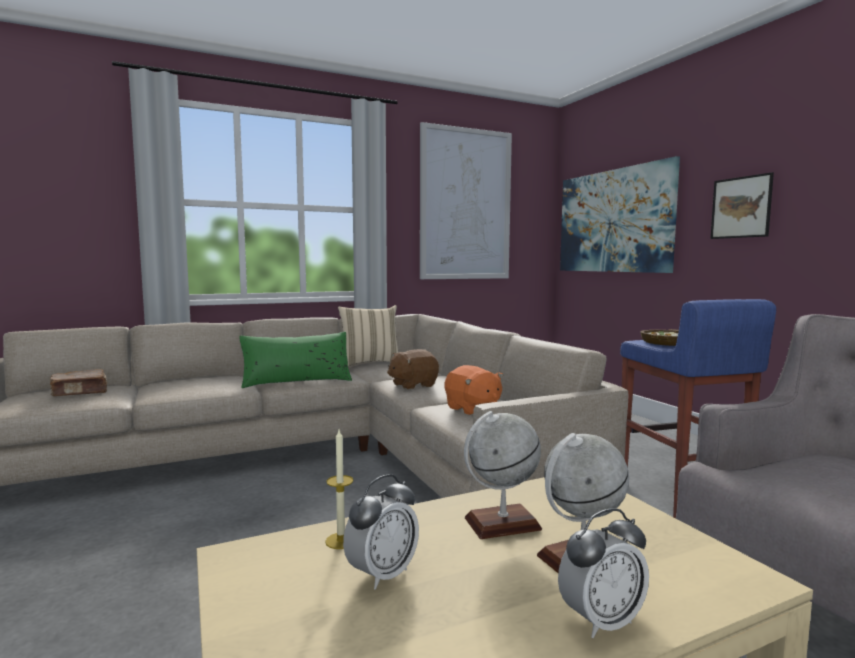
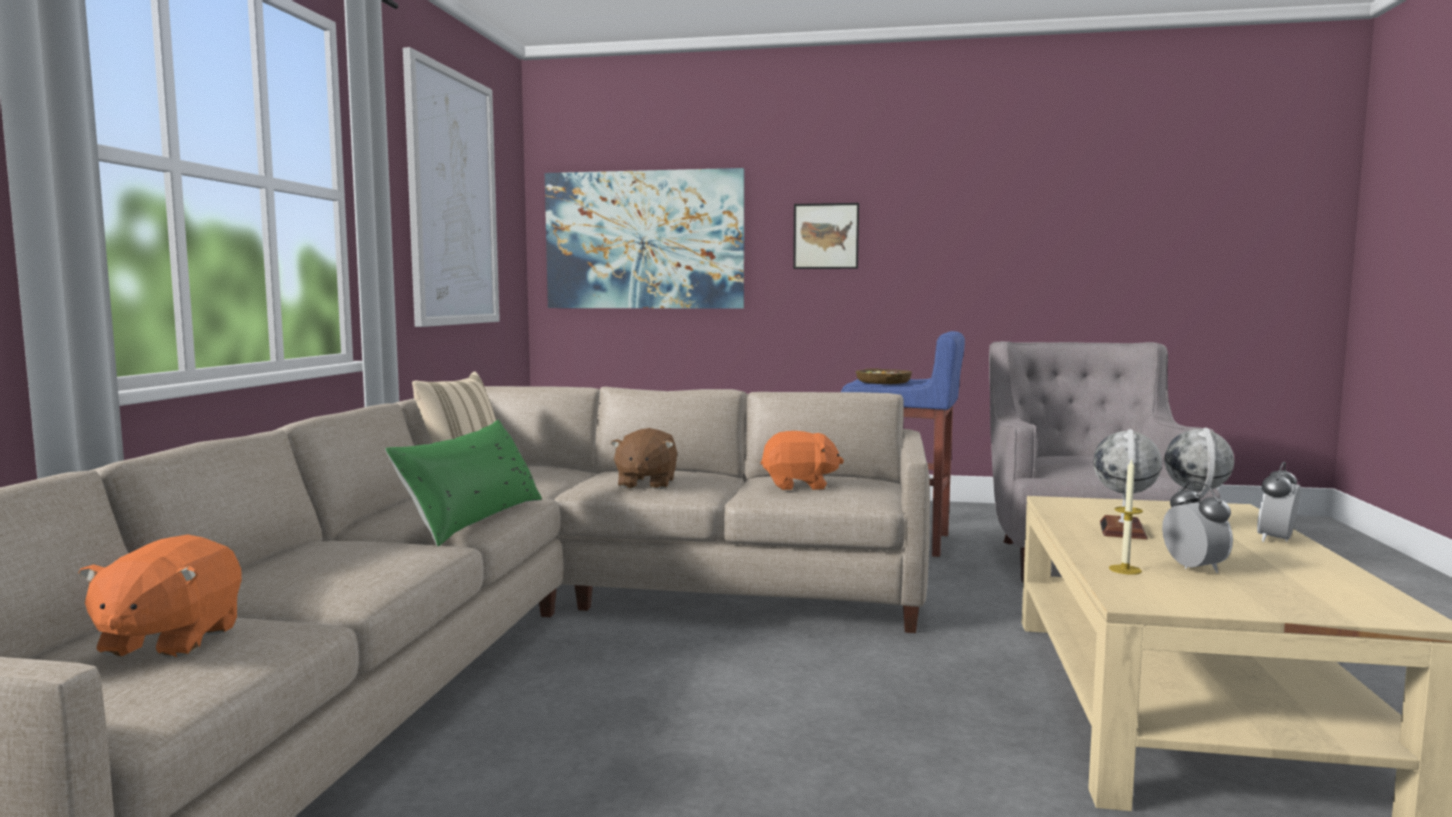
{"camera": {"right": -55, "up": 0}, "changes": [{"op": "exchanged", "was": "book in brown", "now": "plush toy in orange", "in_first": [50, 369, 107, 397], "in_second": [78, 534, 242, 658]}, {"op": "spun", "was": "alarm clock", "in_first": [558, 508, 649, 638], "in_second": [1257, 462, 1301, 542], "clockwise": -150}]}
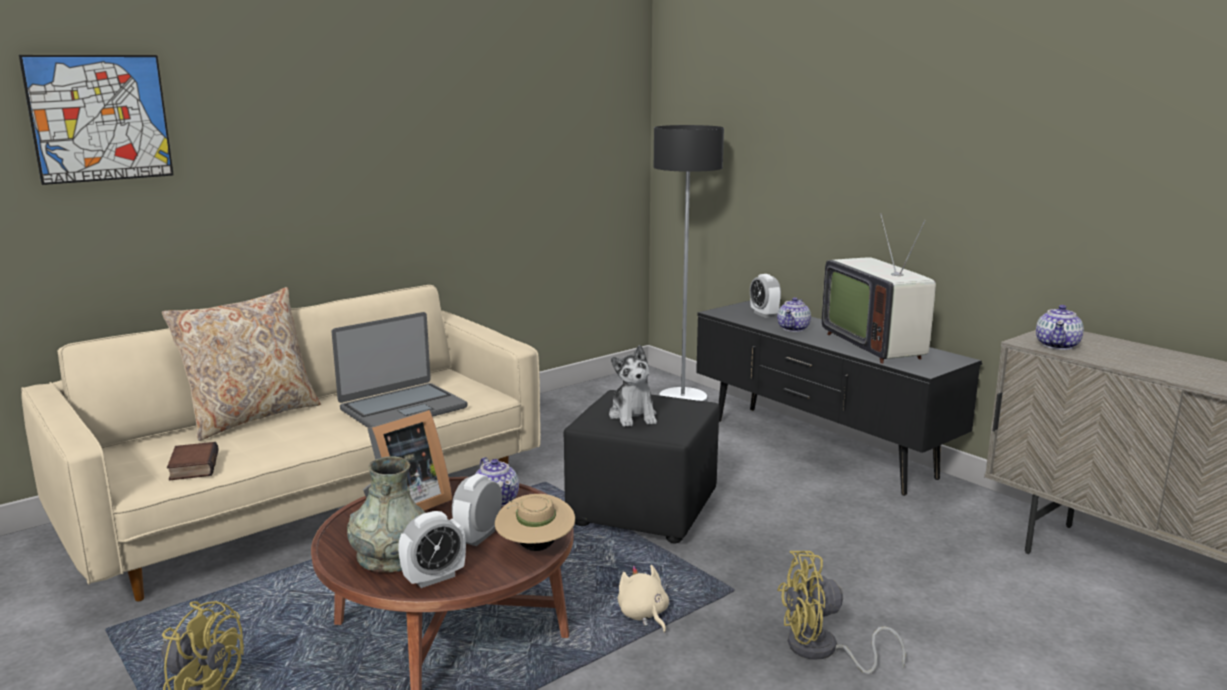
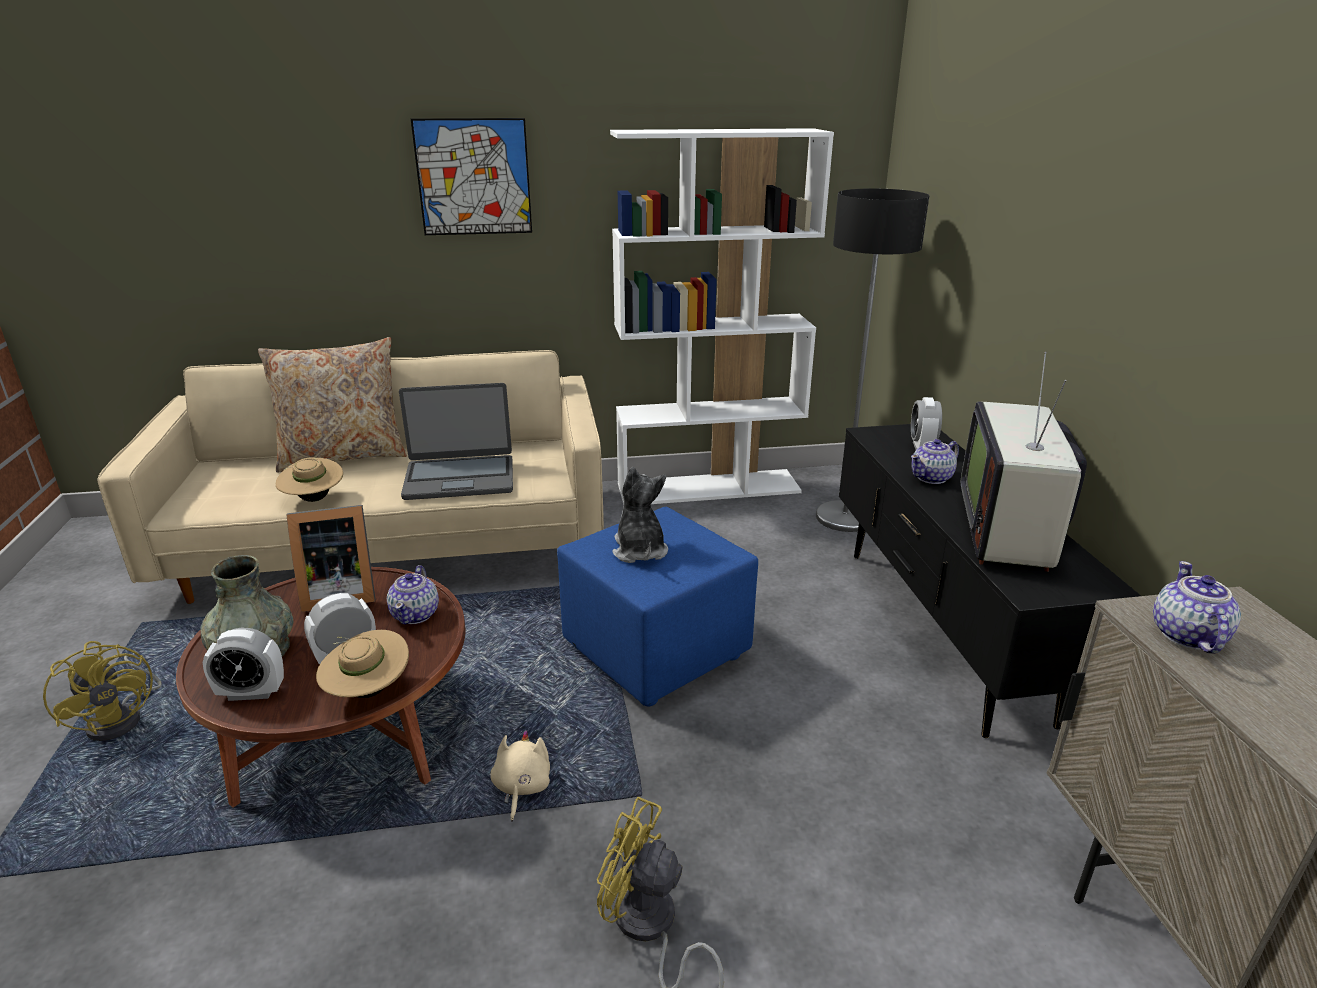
{"camera": {"right": 30, "up": 10}, "changes": [{"op": "appeared", "now": "hat in beige", "in_second": [276, 457, 343, 502]}, {"op": "relocated", "was": "picture", "in_first": [19, 55, 174, 185], "in_second": [411, 118, 532, 235]}, {"op": "colour", "was": "ottoman in black", "now": "ottoman in blue", "in_first": [563, 390, 719, 543], "in_second": [557, 507, 758, 706]}, {"op": "appeared", "now": "bookcase in white", "in_second": [610, 128, 834, 505]}, {"op": "spun", "was": "plush toy", "in_first": [609, 345, 657, 427], "in_second": [612, 467, 668, 563], "clockwise": 150}, {"op": "spun", "was": "teapot", "in_first": [1036, 305, 1084, 350], "in_second": [1153, 561, 1241, 654], "clockwise": 135}, {"op": "missing", "was": "book", "in_first": [167, 442, 219, 480]}]}
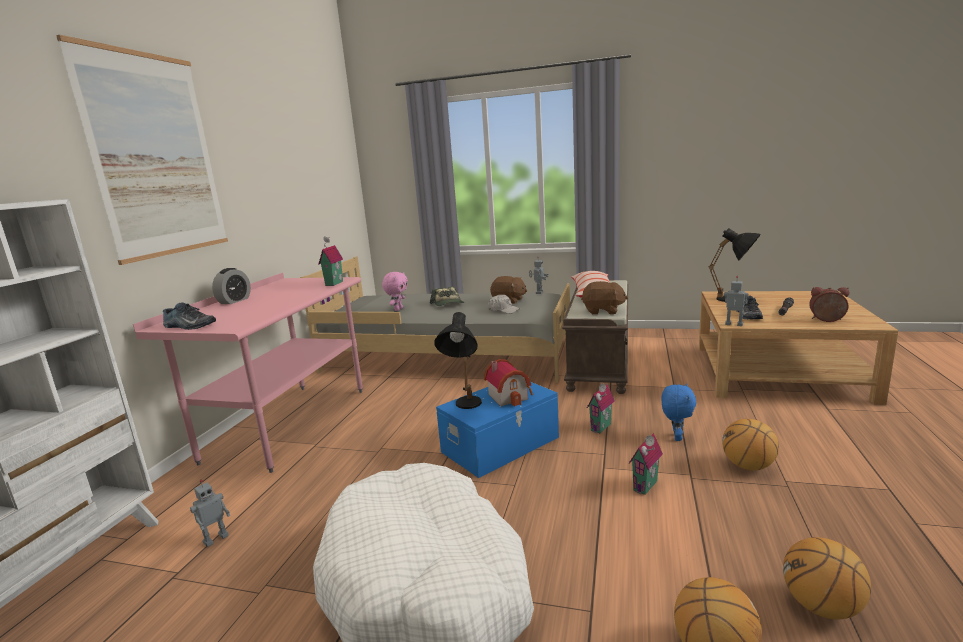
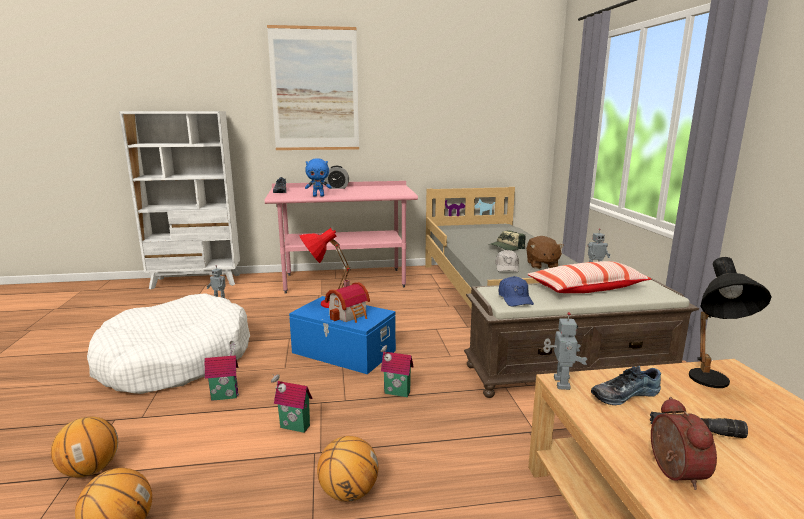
{"camera": {"right": 65, "up": 0}, "changes": [{"op": "relocated", "was": "toy house", "in_first": [318, 236, 343, 286], "in_second": [204, 341, 239, 401]}, {"op": "colour", "was": "table lamp in black", "now": "table lamp in red", "in_first": [435, 312, 482, 409], "in_second": [299, 228, 350, 308]}, {"op": "relocated", "was": "plush toy in blue", "in_first": [661, 383, 697, 441], "in_second": [305, 158, 331, 197]}, {"op": "exchanged", "was": "plush toy in brown", "now": "cap in blue", "in_first": [581, 281, 628, 314], "in_second": [499, 276, 534, 306]}, {"op": "missing", "was": "plush toy in pink", "in_first": [382, 272, 408, 311]}]}
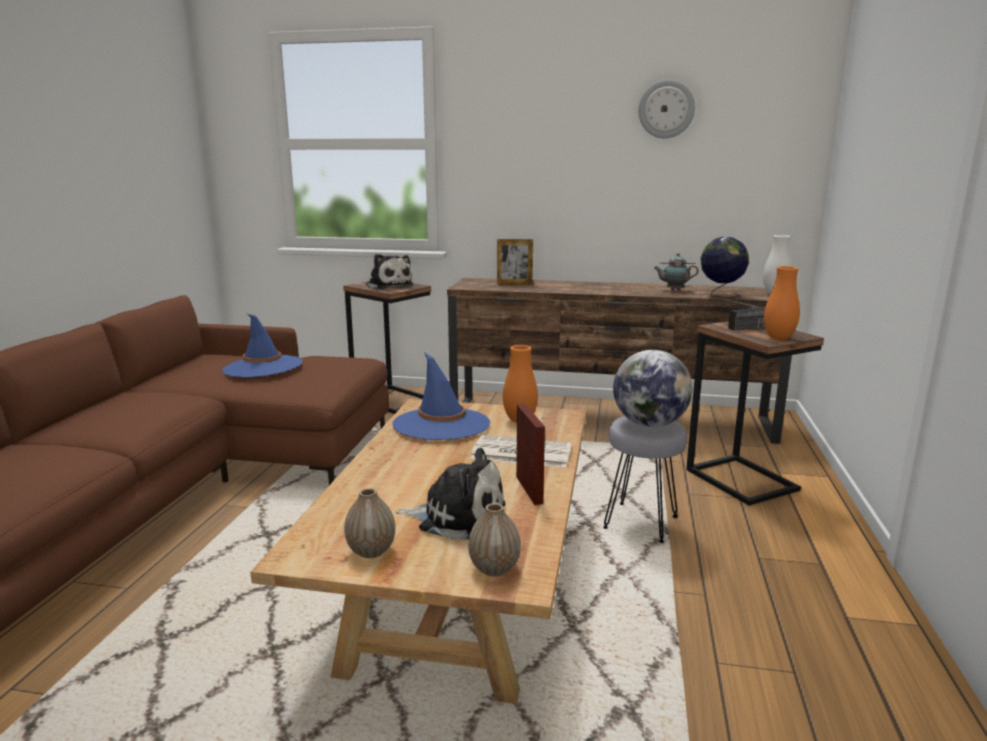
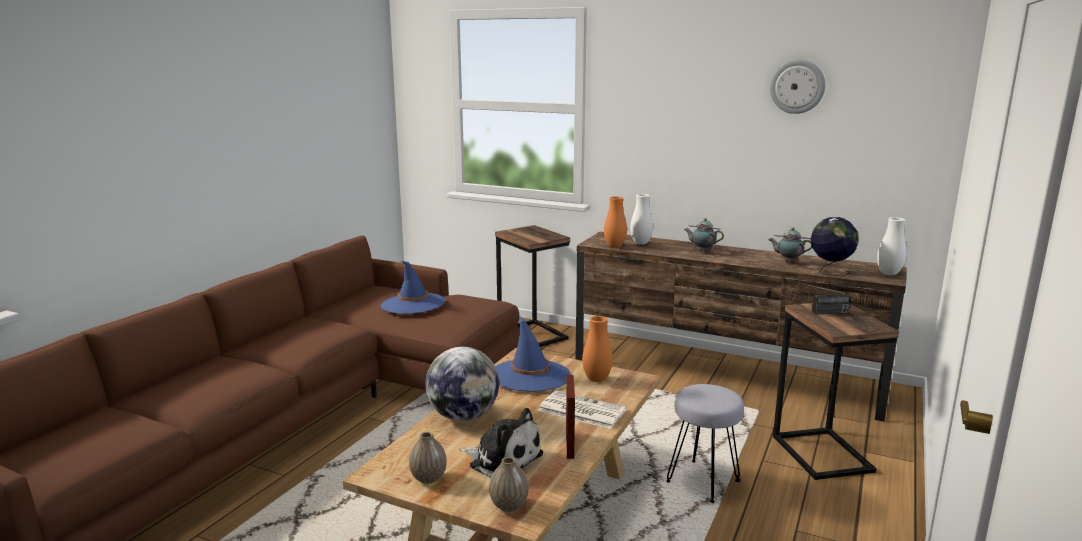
{"camera": {"right": 15, "up": 0}, "changes": [{"op": "relocated", "was": "globe", "in_first": [613, 350, 693, 427], "in_second": [425, 347, 499, 421]}, {"op": "relocated", "was": "vase in orange", "in_first": [764, 266, 800, 340], "in_second": [604, 196, 627, 248]}, {"op": "exchanged", "was": "picture frame", "now": "vase in white", "in_first": [497, 239, 533, 285], "in_second": [630, 194, 653, 245]}, {"op": "appeared", "now": "teapot", "in_second": [684, 218, 724, 252]}, {"op": "missing", "was": "plush toy", "in_first": [366, 254, 413, 289]}]}
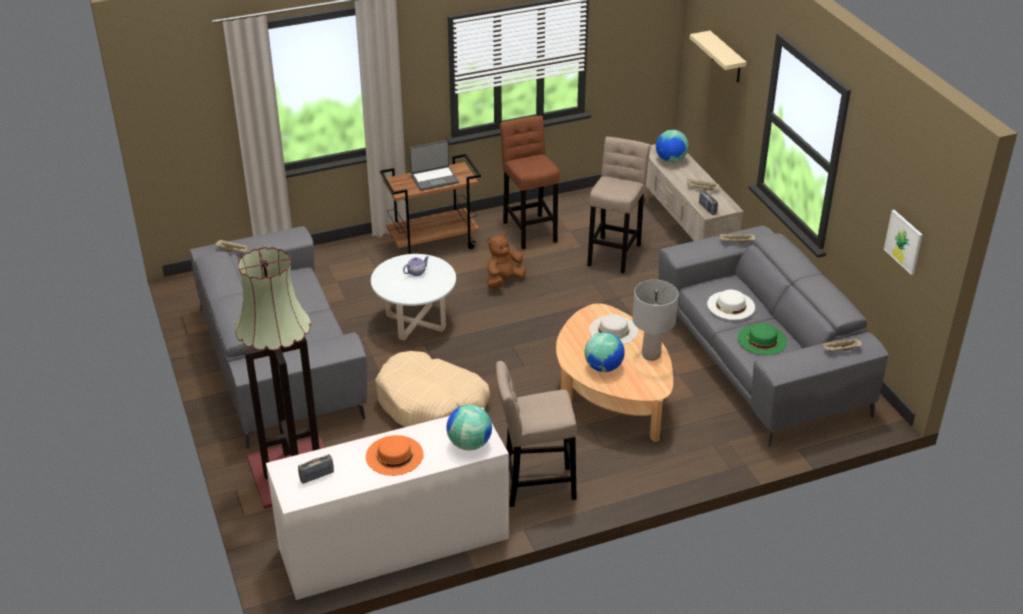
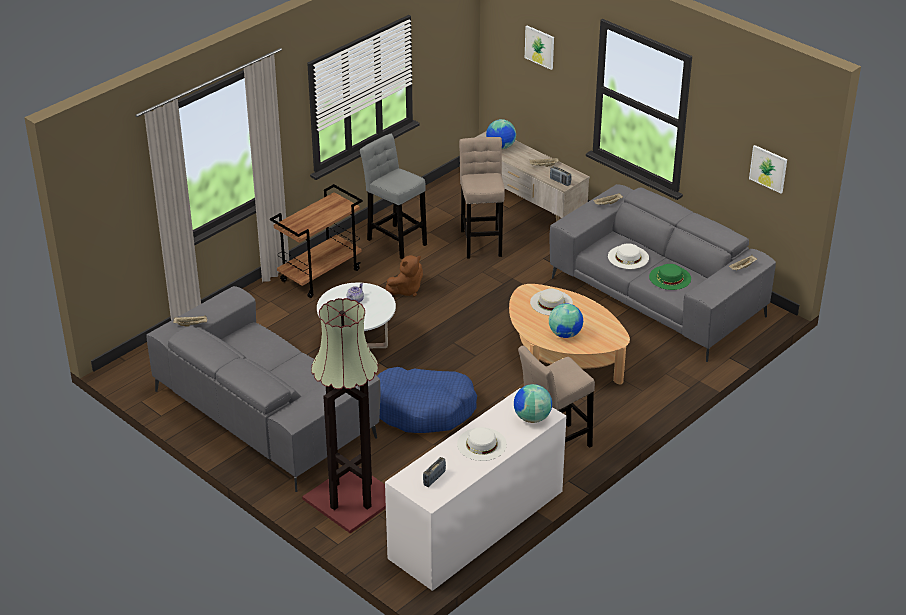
{"camera": {"right": -25, "up": 0}, "changes": [{"op": "colour", "was": "stool in brown", "now": "stool in grey", "in_first": [500, 116, 559, 250], "in_second": [360, 134, 427, 259]}, {"op": "colour", "was": "dog bed in beige", "now": "dog bed in blue", "in_first": [375, 351, 490, 427], "in_second": [378, 367, 477, 433]}, {"op": "spun", "was": "plush toy in brown", "in_first": [487, 233, 526, 289], "in_second": [385, 255, 423, 297], "clockwise": -150}, {"op": "colour", "was": "hat in orange", "now": "hat in white", "in_first": [366, 435, 424, 476], "in_second": [457, 427, 507, 461]}, {"op": "exchanged", "was": "shelf in beige", "now": "picture", "in_first": [690, 31, 747, 83], "in_second": [525, 26, 554, 70]}, {"op": "missing", "was": "laptop", "in_first": [409, 140, 459, 191]}, {"op": "missing", "was": "table lamp in grey", "in_first": [633, 280, 679, 361]}]}
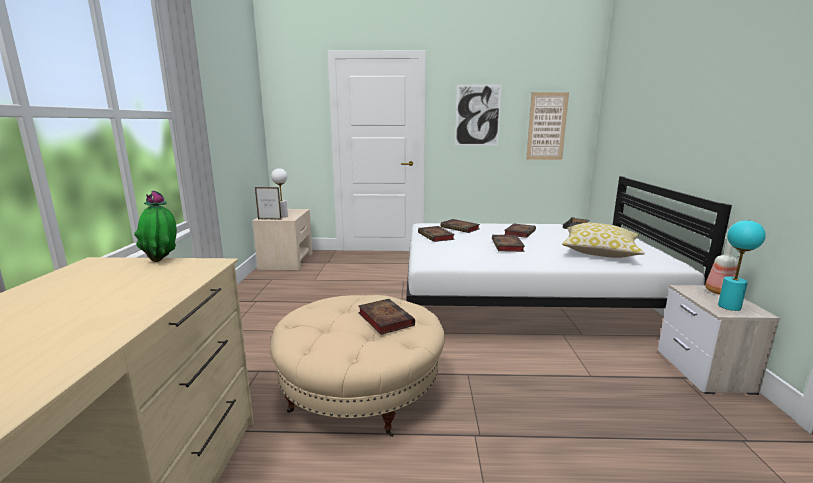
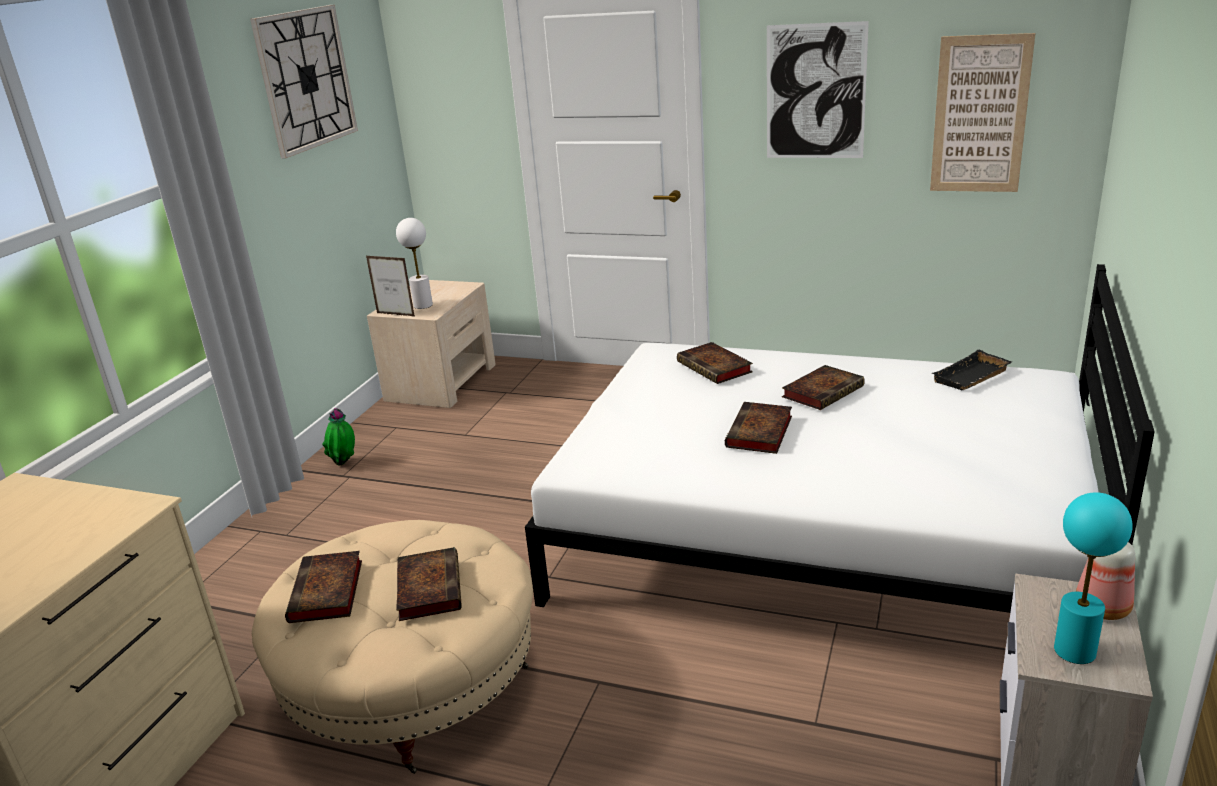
{"camera": {"right": 20, "up": 10}, "changes": [{"op": "appeared", "now": "wall clock", "in_second": [250, 5, 358, 158]}, {"op": "relocated", "was": "book", "in_first": [418, 226, 455, 242], "in_second": [285, 551, 362, 623]}, {"op": "relocated", "was": "potted plant", "in_first": [134, 191, 177, 262], "in_second": [322, 408, 355, 465]}, {"op": "missing", "was": "pillow", "in_first": [562, 223, 645, 258]}]}
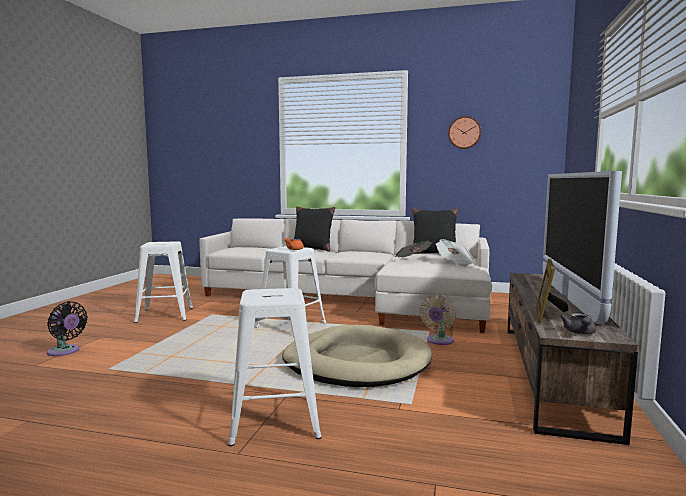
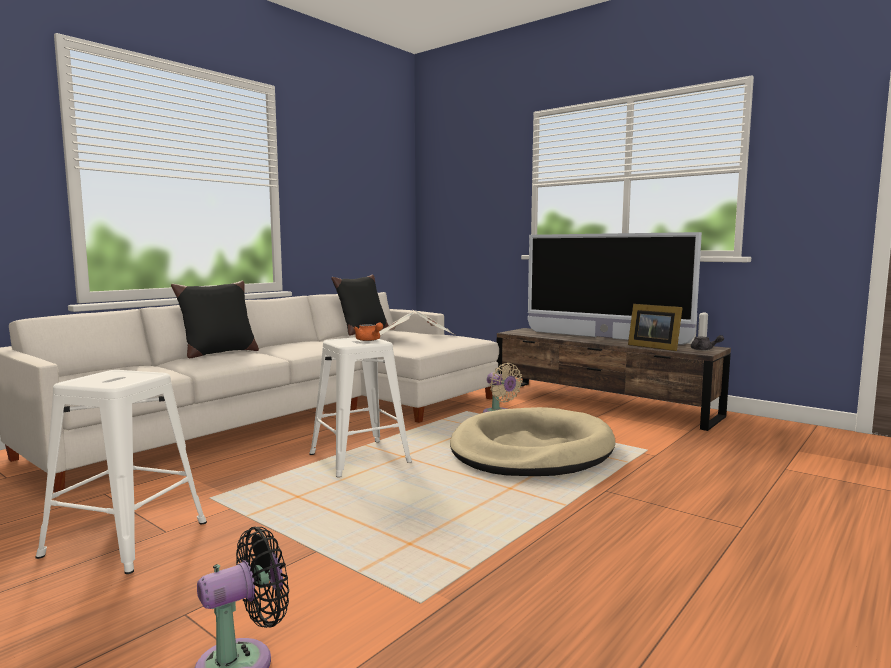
{"camera": {"right": -65, "up": 0}, "changes": [{"op": "missing", "was": "stool in white", "in_first": [228, 288, 322, 446]}, {"op": "missing", "was": "wall clock", "in_first": [448, 116, 481, 149]}]}
